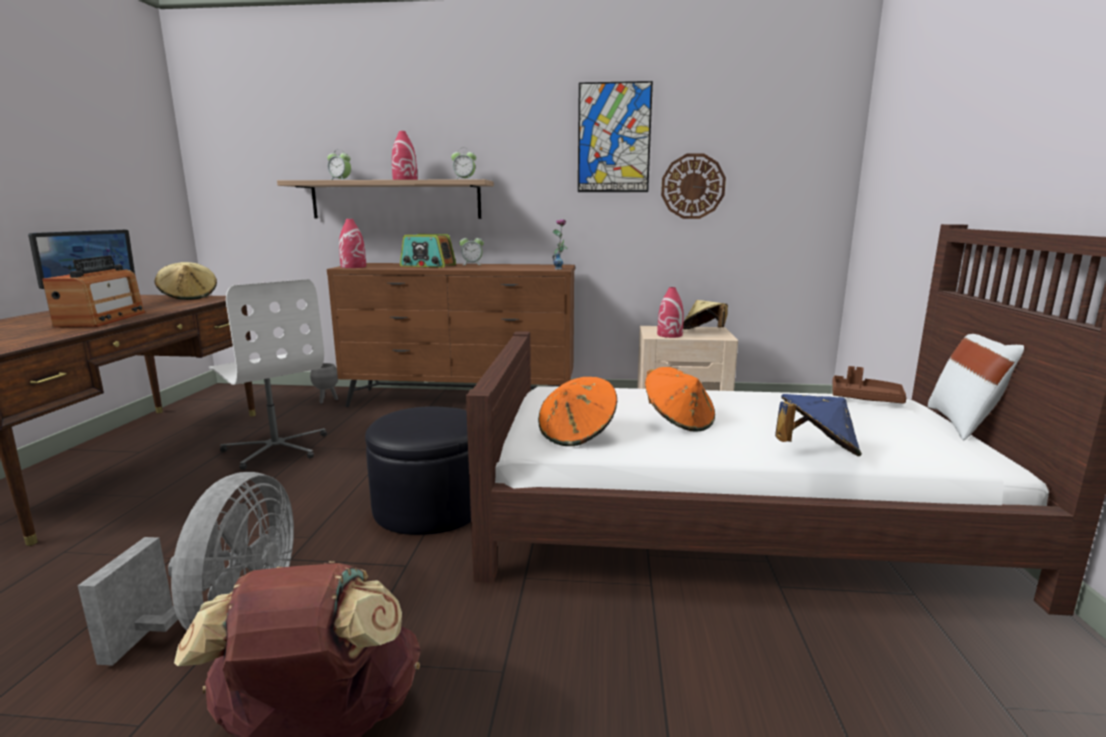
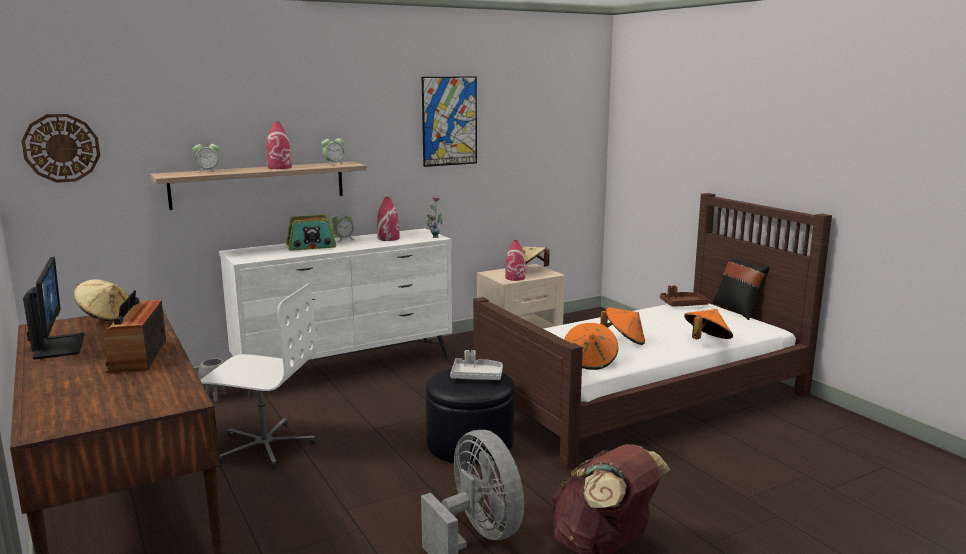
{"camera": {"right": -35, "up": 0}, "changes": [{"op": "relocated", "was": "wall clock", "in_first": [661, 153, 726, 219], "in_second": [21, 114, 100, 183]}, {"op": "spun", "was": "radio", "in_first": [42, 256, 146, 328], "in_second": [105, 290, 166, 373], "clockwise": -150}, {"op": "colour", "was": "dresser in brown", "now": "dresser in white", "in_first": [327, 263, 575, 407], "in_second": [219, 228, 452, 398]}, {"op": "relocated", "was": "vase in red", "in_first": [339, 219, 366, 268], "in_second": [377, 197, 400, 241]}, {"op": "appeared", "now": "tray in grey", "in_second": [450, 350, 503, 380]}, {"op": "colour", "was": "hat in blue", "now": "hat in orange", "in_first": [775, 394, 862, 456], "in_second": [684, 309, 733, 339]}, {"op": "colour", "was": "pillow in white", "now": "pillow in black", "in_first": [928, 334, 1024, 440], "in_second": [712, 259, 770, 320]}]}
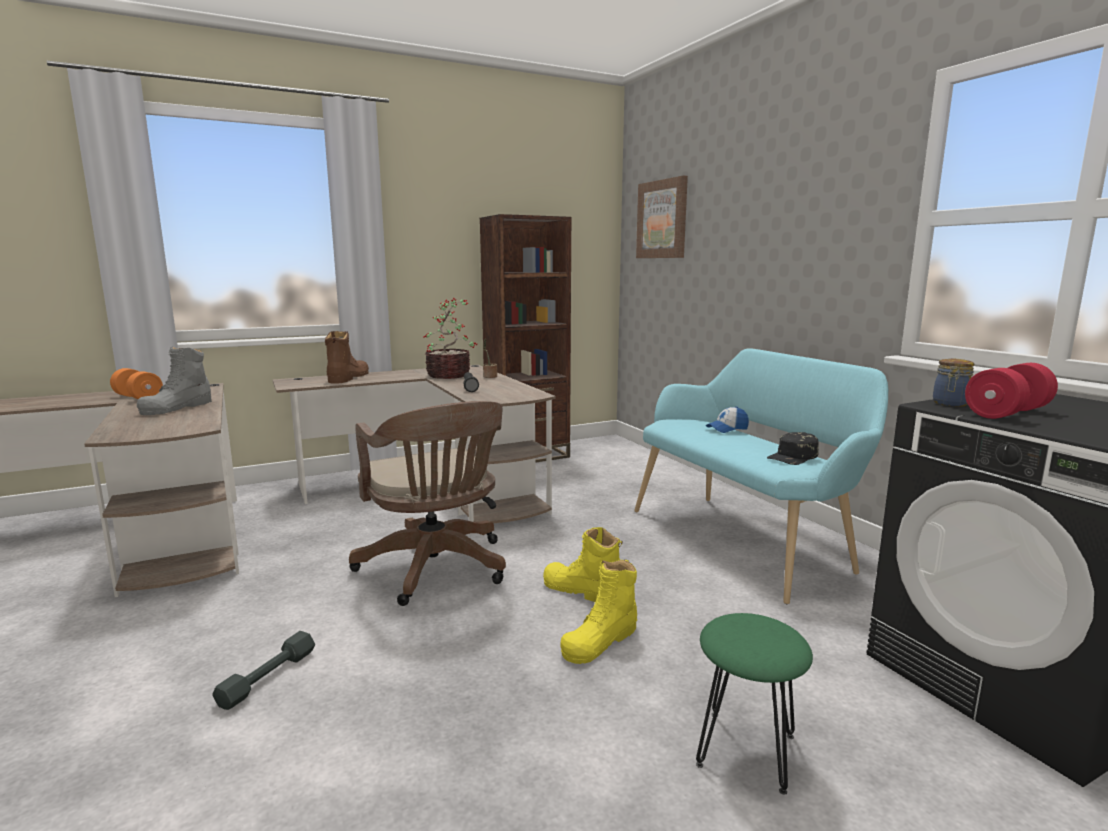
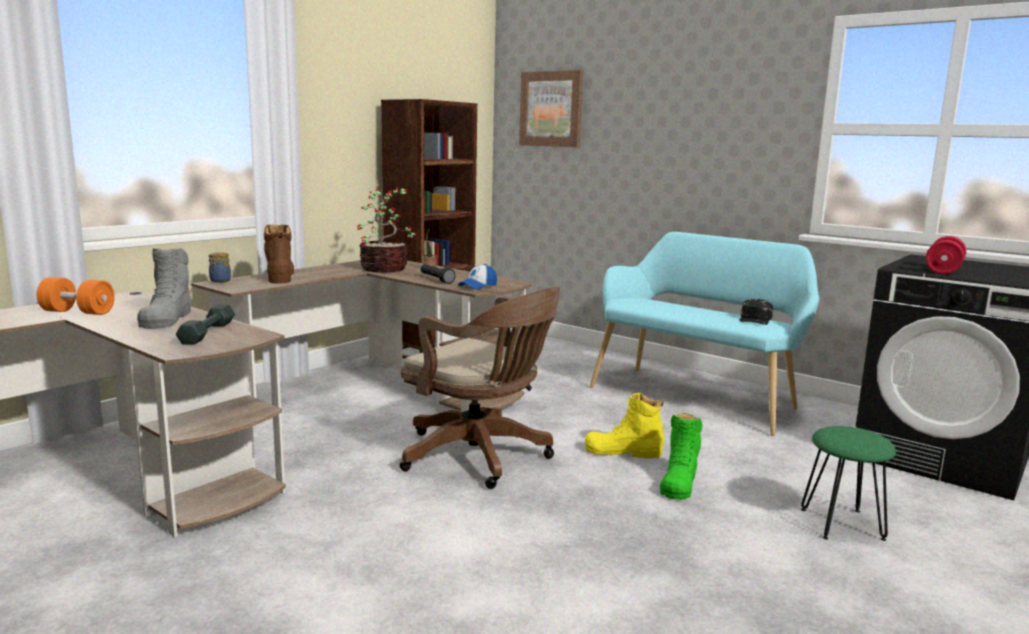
{"camera": {"right": -25, "up": 0}, "changes": [{"op": "relocated", "was": "dumbbell in grey", "in_first": [212, 631, 315, 710], "in_second": [176, 304, 235, 345]}, {"op": "relocated", "was": "jar", "in_first": [933, 359, 974, 407], "in_second": [209, 253, 231, 282]}, {"op": "relocated", "was": "cap", "in_first": [706, 406, 749, 433], "in_second": [458, 264, 497, 290]}, {"op": "colour", "was": "boot in yellow", "now": "boot in green", "in_first": [560, 559, 637, 664], "in_second": [660, 413, 702, 500]}]}
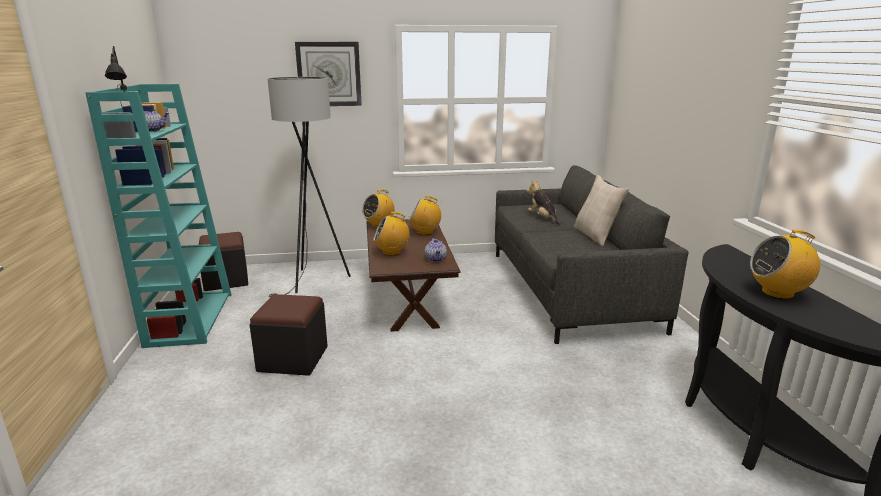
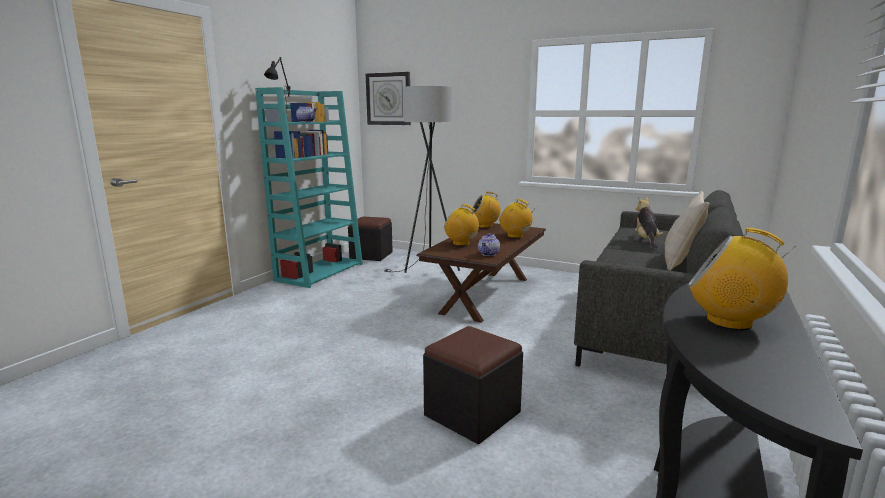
{"camera": {"right": 35, "up": -5}, "changes": [{"op": "relocated", "was": "wall clock", "in_first": [295, 42, 362, 106], "in_second": [366, 72, 411, 125]}, {"op": "relocated", "was": "ottoman in black", "in_first": [249, 294, 328, 376], "in_second": [423, 326, 523, 445]}]}
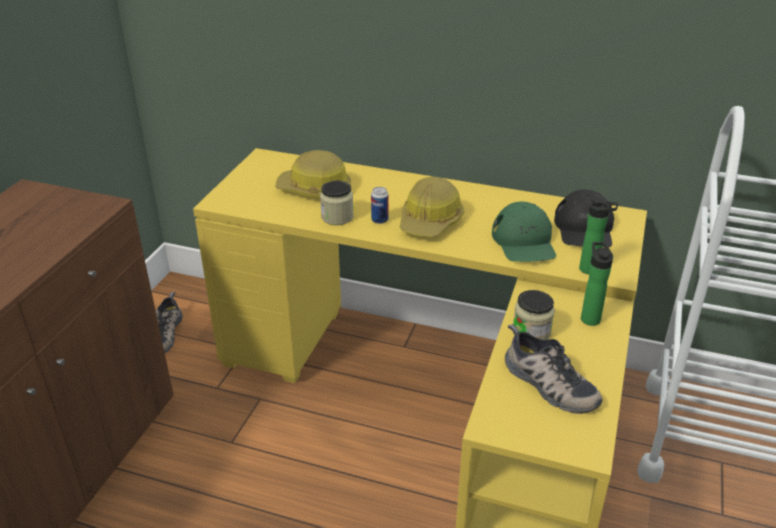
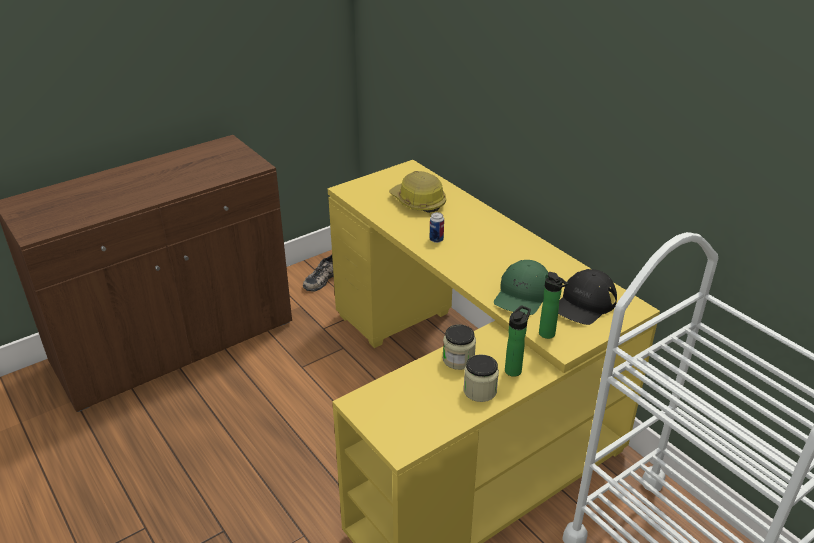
{"camera": {"right": 35, "up": 0}, "changes": [{"op": "relocated", "was": "jar", "in_first": [320, 180, 354, 225], "in_second": [463, 355, 499, 402]}, {"op": "missing", "was": "hard hat", "in_first": [400, 177, 464, 237]}, {"op": "missing", "was": "shoe", "in_first": [505, 324, 603, 414]}]}
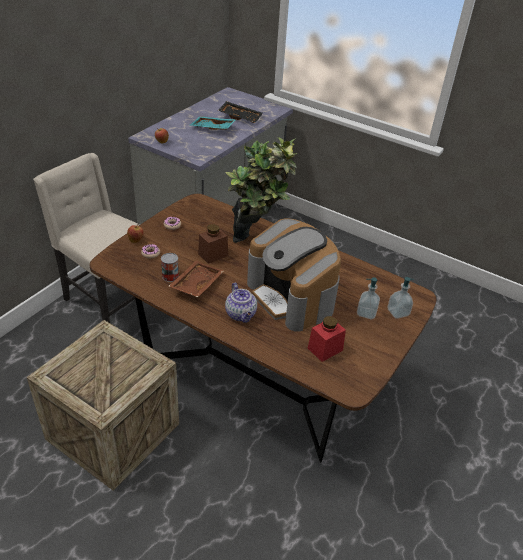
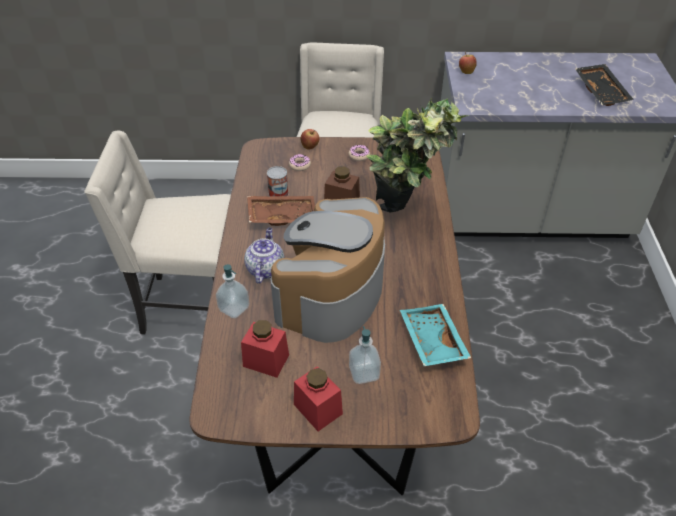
{"camera": {"right": 60, "up": 5}, "changes": [{"op": "exchanged", "was": "crate", "now": "chair in beige", "in_first": [27, 320, 179, 490], "in_second": [84, 131, 231, 334]}, {"op": "relocated", "was": "soap dispenser", "in_first": [388, 277, 414, 319], "in_second": [216, 264, 249, 318]}, {"op": "spun", "was": "teapot", "in_first": [225, 283, 257, 323], "in_second": [244, 228, 284, 284], "clockwise": 150}, {"op": "appeared", "now": "jar in red", "in_second": [294, 366, 343, 431]}, {"op": "relocated", "was": "tray in turquoise", "in_first": [190, 116, 237, 130], "in_second": [400, 304, 471, 366]}]}
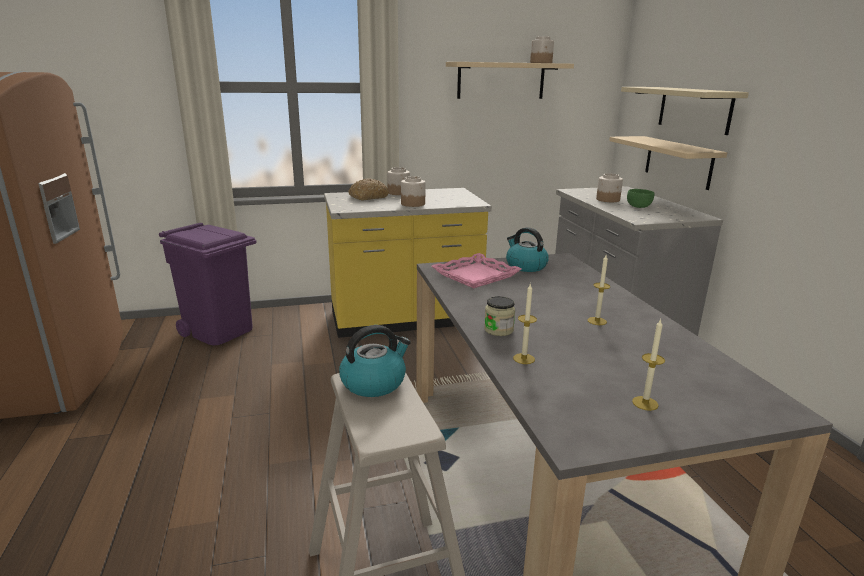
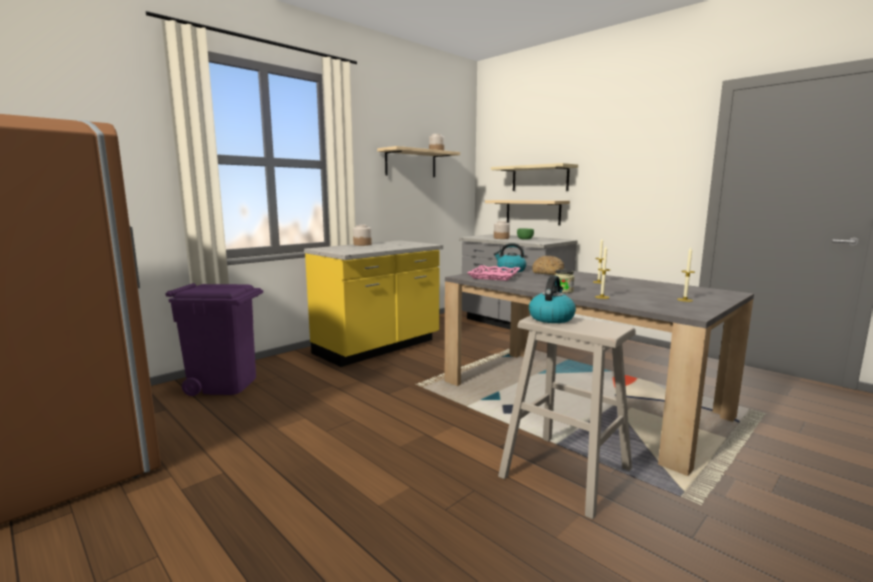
{"camera": {"right": -30, "up": -10}, "changes": [{"op": "relocated", "was": "bread", "in_first": [348, 178, 389, 200], "in_second": [532, 256, 564, 275]}, {"op": "missing", "was": "jar", "in_first": [401, 176, 425, 207]}]}
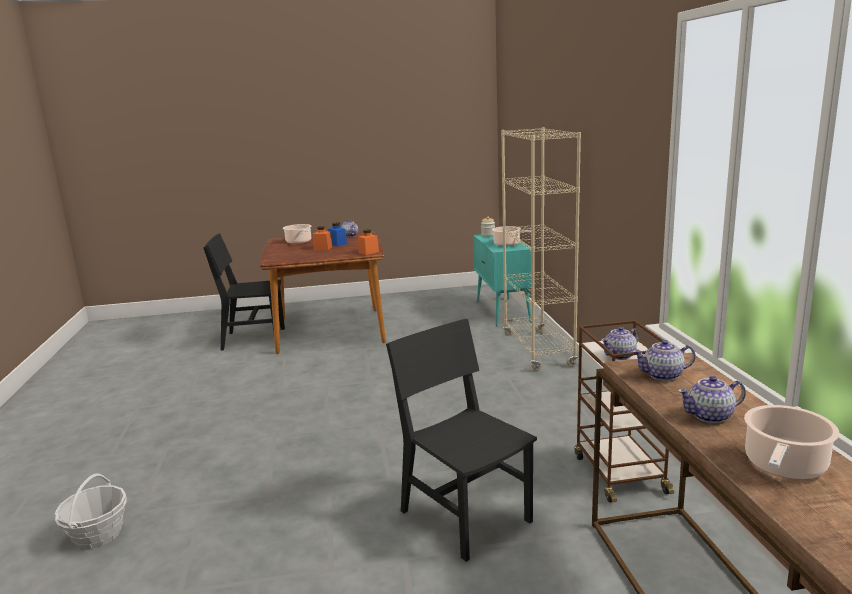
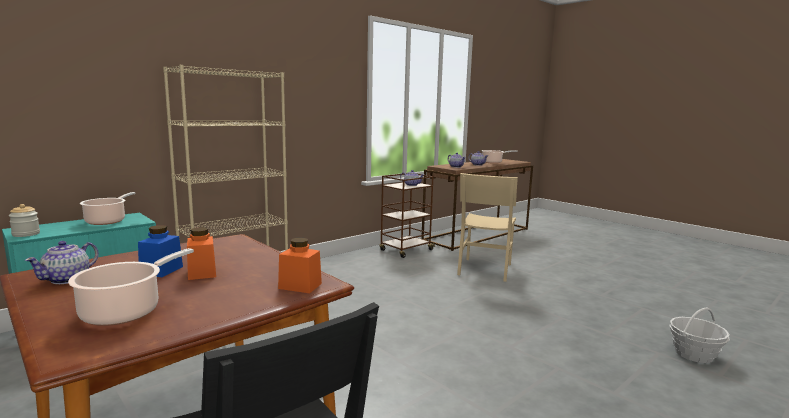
{"camera": {"right": -125, "up": -5}, "changes": [{"op": "relocated", "was": "jar in orange", "in_first": [358, 229, 379, 255], "in_second": [278, 238, 322, 293]}, {"op": "colour", "was": "chair in black", "now": "chair in beige", "in_first": [386, 319, 537, 562], "in_second": [457, 173, 518, 282]}]}
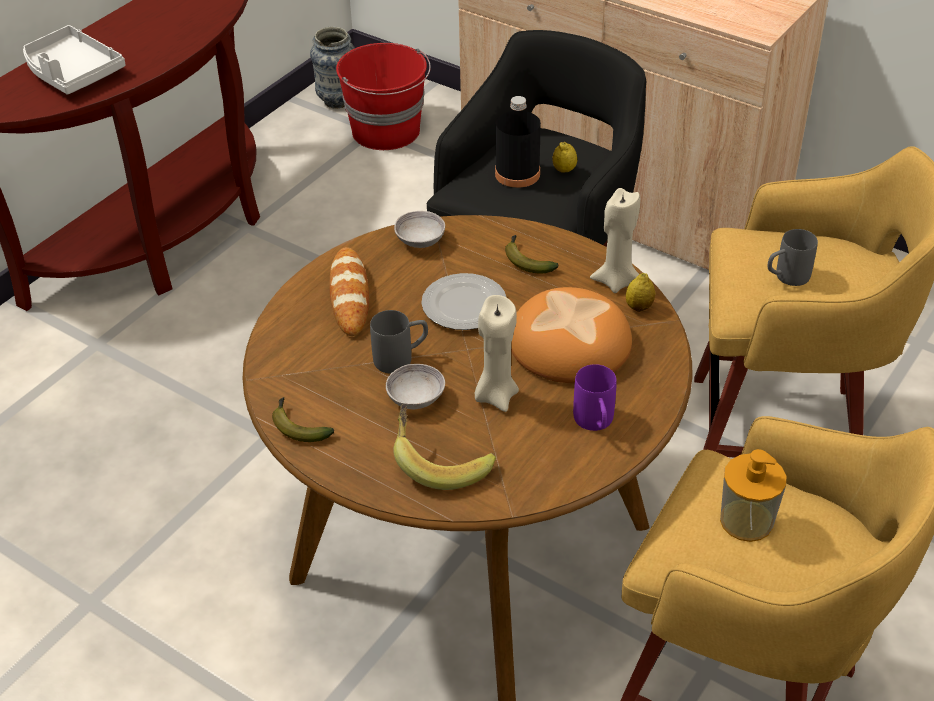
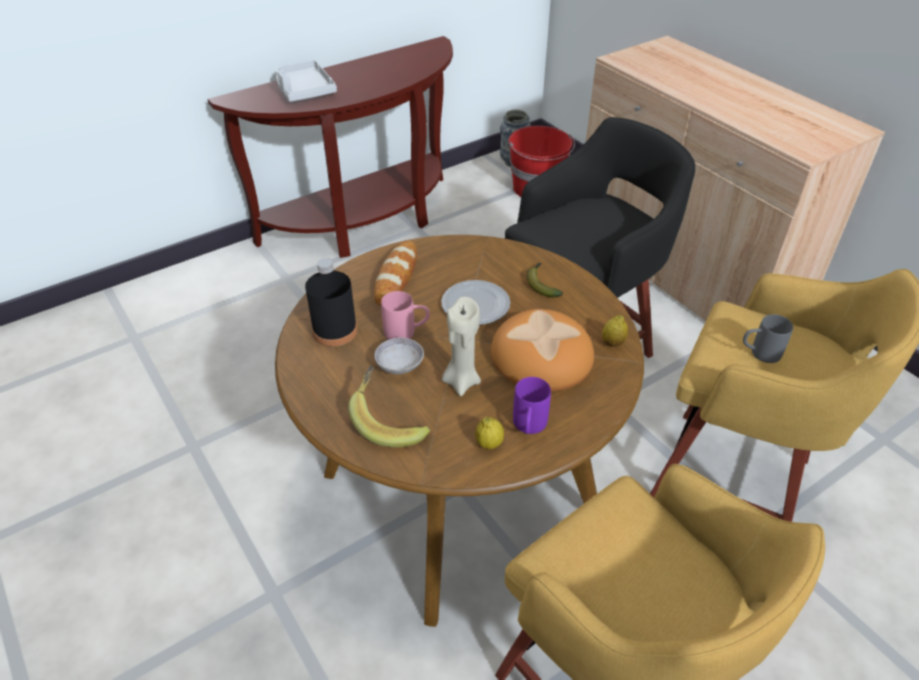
{"camera": {"right": 20, "up": 0}, "changes": [{"op": "relocated", "was": "bottle in black", "in_first": [495, 96, 541, 188], "in_second": [305, 258, 358, 347]}, {"op": "colour", "was": "mug in grey", "now": "mug in pink", "in_first": [370, 310, 428, 374], "in_second": [381, 291, 430, 340]}, {"op": "relocated", "was": "lemon", "in_first": [552, 142, 577, 173], "in_second": [475, 417, 504, 449]}, {"op": "missing", "was": "banana", "in_first": [272, 397, 334, 442]}, {"op": "missing", "was": "bowl in grey", "in_first": [394, 211, 445, 248]}, {"op": "missing", "was": "candle in beige", "in_first": [590, 188, 640, 293]}, {"op": "missing", "was": "soap dispenser", "in_first": [720, 449, 787, 542]}]}
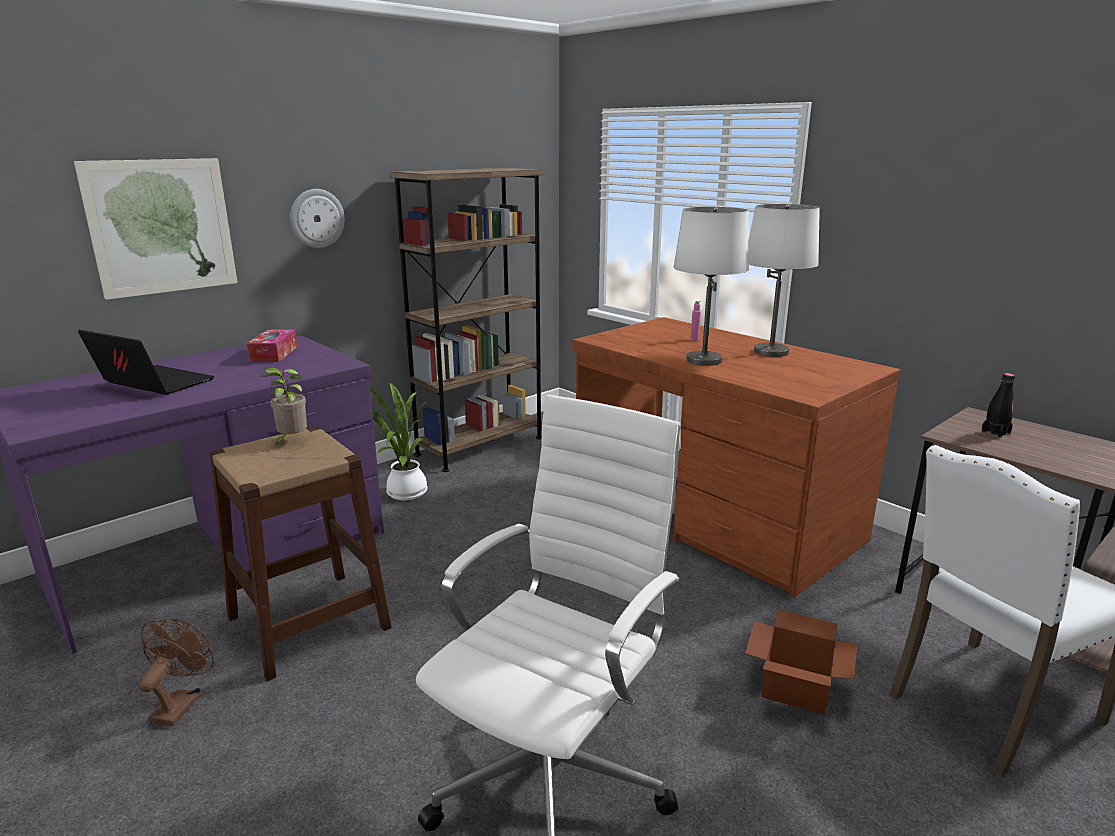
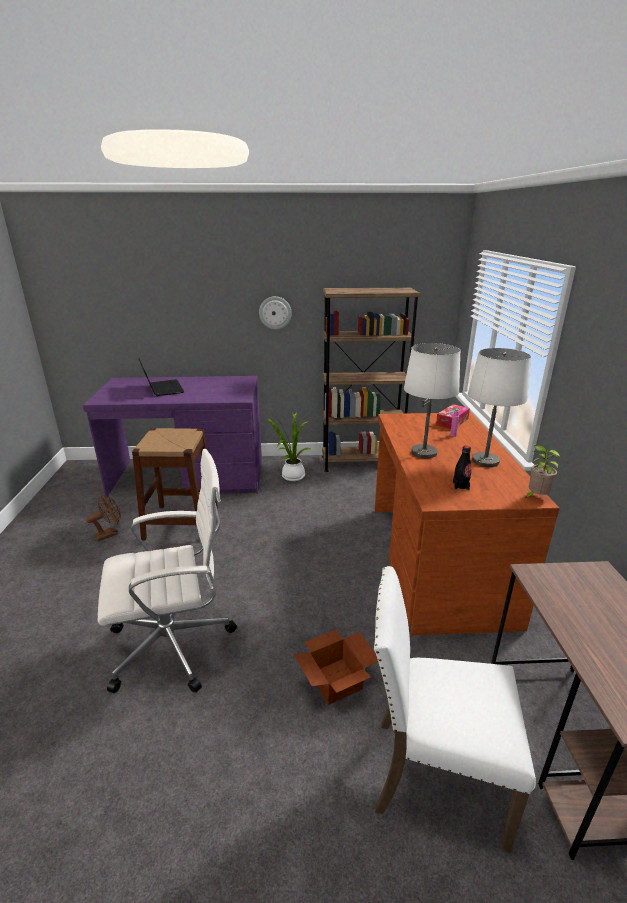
{"camera": {"right": 40, "up": 5}, "changes": [{"op": "relocated", "was": "tissue box", "in_first": [247, 329, 297, 362], "in_second": [436, 404, 470, 429]}, {"op": "relocated", "was": "bottle in black", "in_first": [981, 373, 1015, 438], "in_second": [453, 446, 471, 490]}, {"op": "relocated", "was": "potted plant", "in_first": [260, 367, 307, 445], "in_second": [525, 445, 560, 498]}, {"op": "missing", "was": "picture", "in_first": [74, 158, 238, 300]}]}
